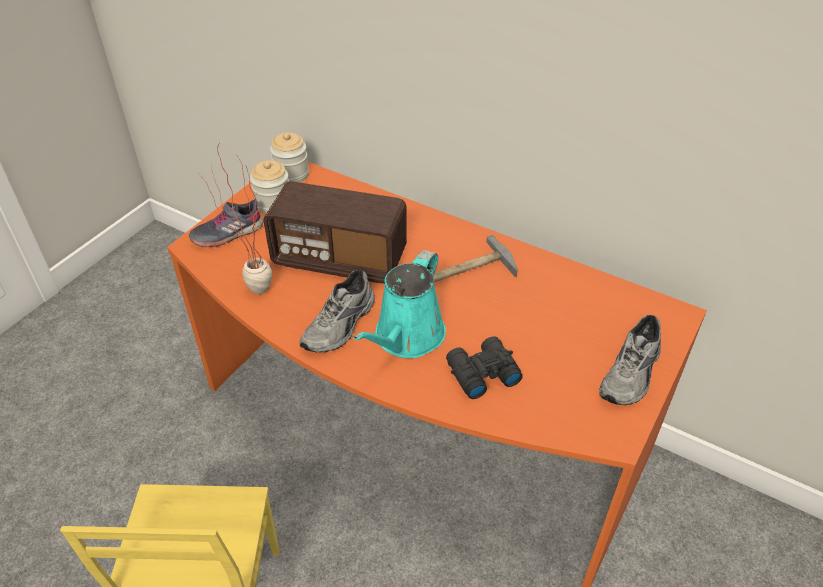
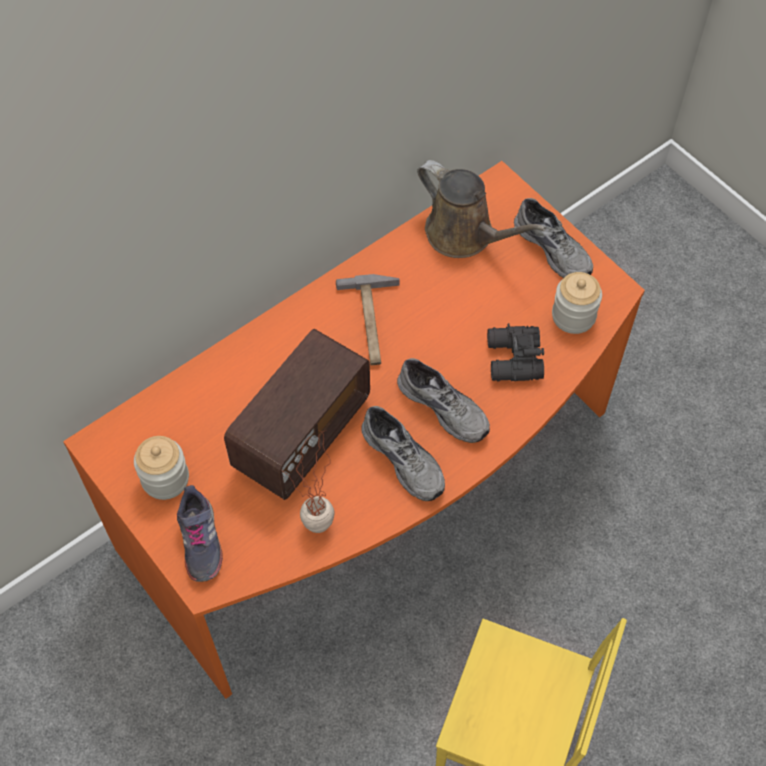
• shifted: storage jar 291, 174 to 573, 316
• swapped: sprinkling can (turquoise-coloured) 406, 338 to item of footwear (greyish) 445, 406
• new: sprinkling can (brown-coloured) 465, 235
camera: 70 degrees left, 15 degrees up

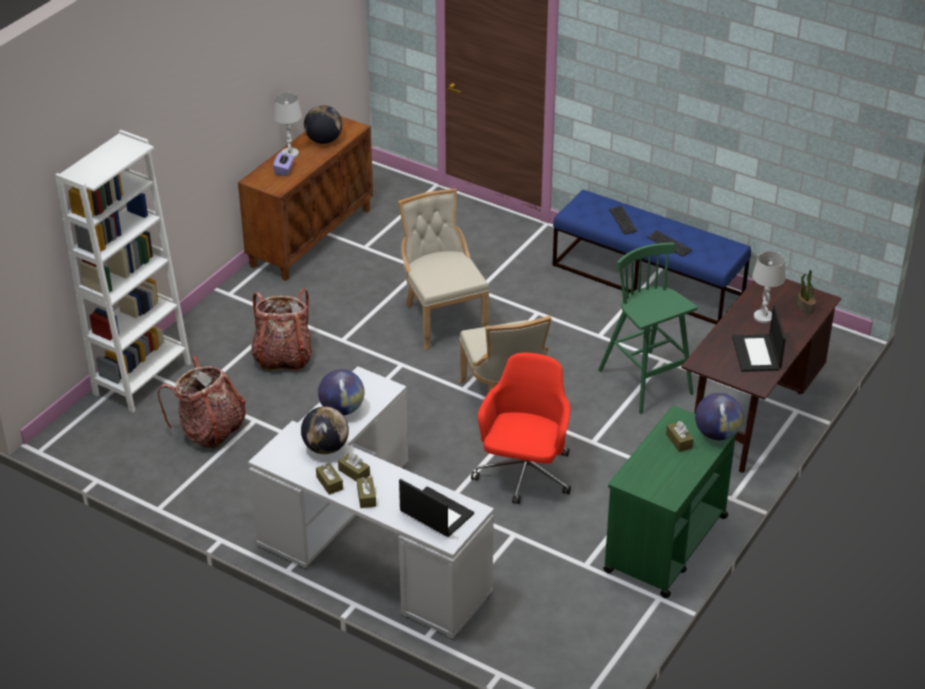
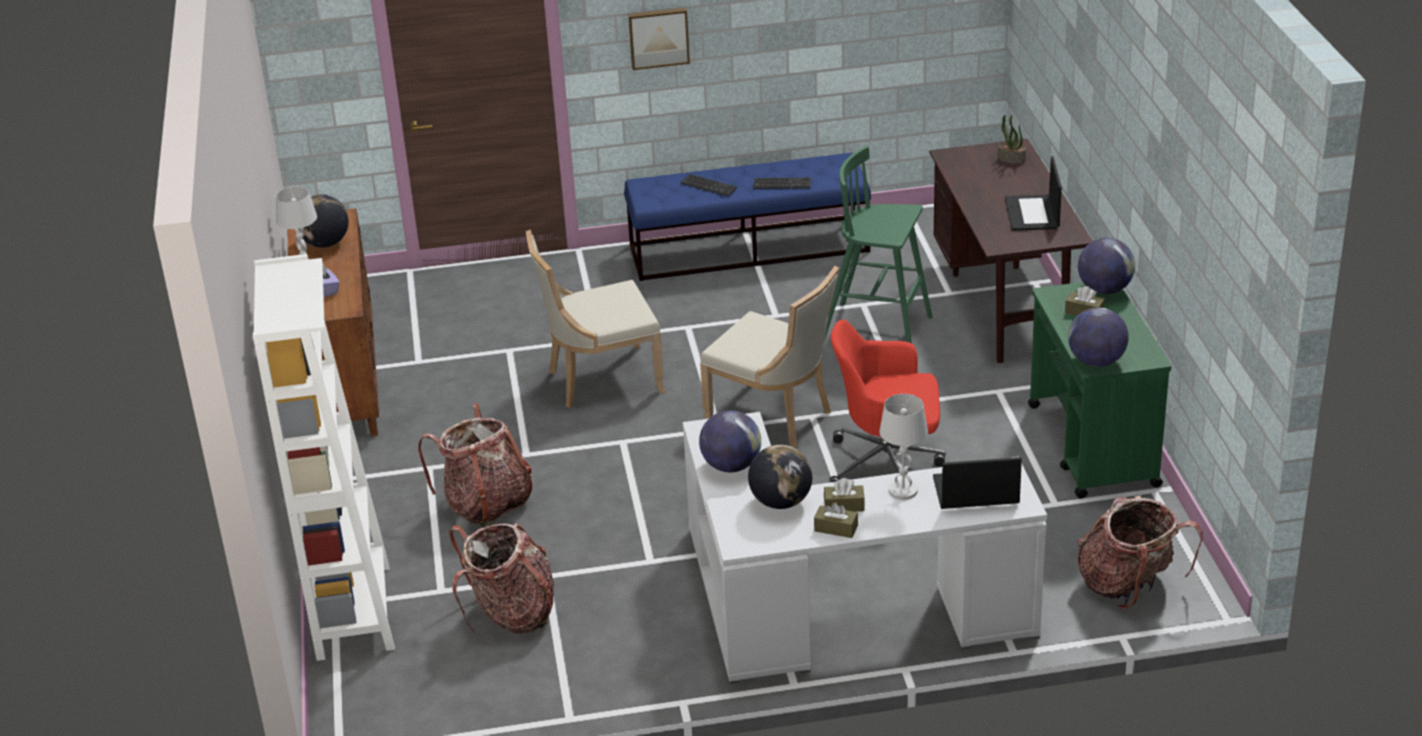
• gone: tissue box (brown-coloured) 366, 497
• rotated: upright chair (sand-coloured) 442, 318 = 600, 380 45 degrees counterclockwise
• rotated: computer chair (red) 524, 475 = 888, 465 60 degrees counterclockwise
• rotated: notebook computer 757, 354 = 1032, 214 45 degrees clockwise
• shifted: table lamp (white) 763, 317 to 903, 491
• new: picture 658, 37
• new: desk globe 1096, 361
• new: knapsack 1129, 586
camera: 40 degrees left, 5 degrees down

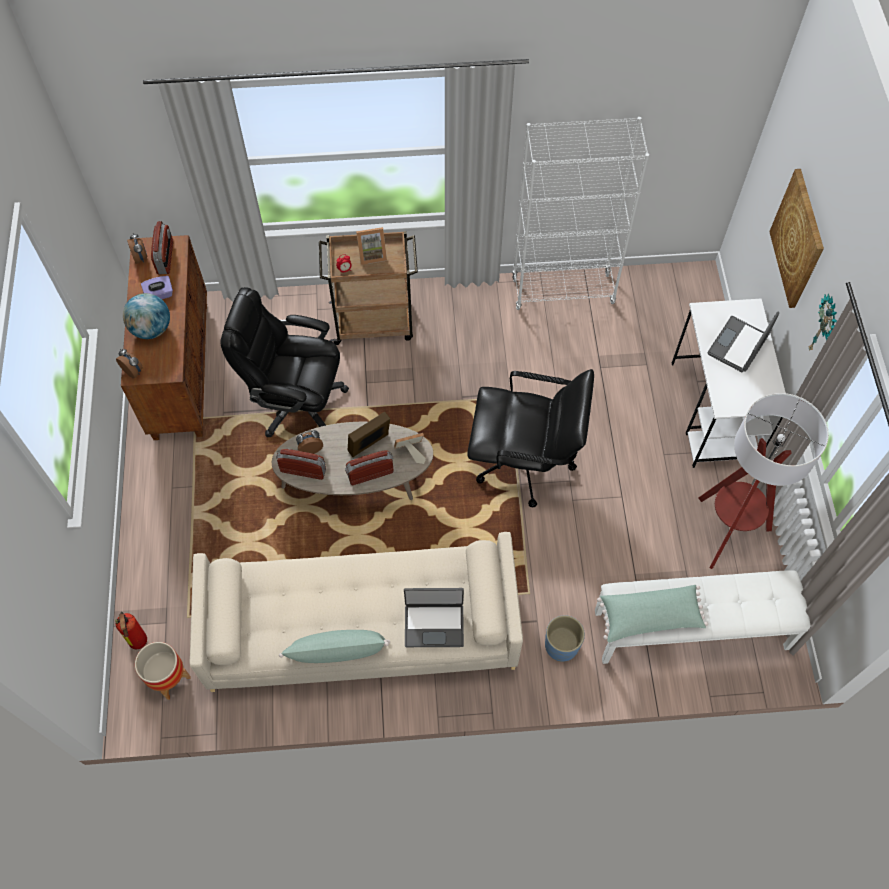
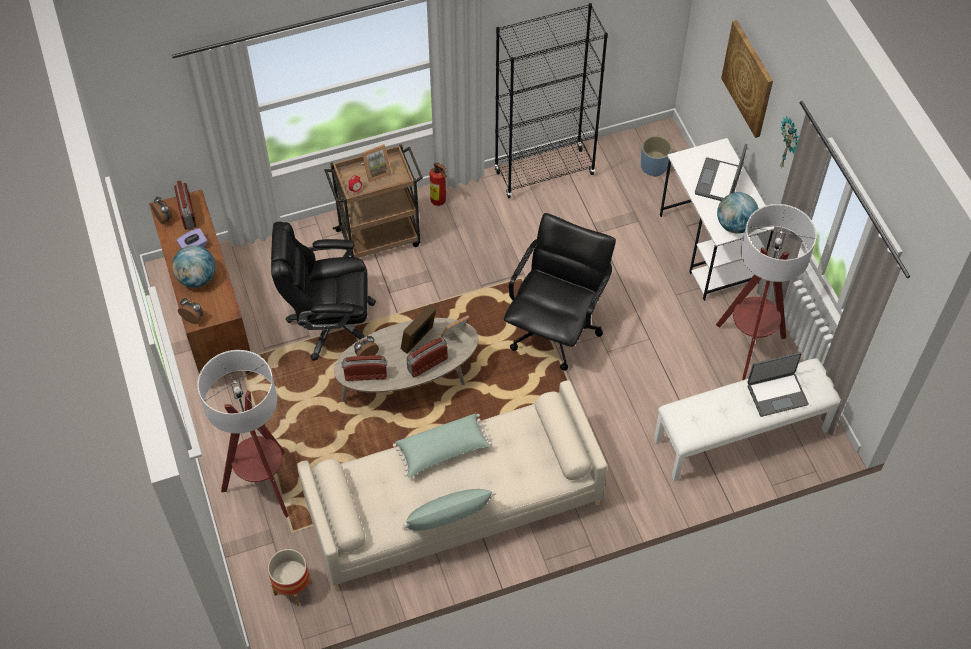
• shifted: fire extinguisher 138, 643 to 439, 202
• shifted: notebook computer 434, 624 to 776, 394
• rotated: computer chair (black-coloured) 524, 462 = 555, 329 60 degrees counterclockwise
• repainted: bookshelf (white) 563, 291 to bookshelf (black-coloured) 544, 173
• shifted: flower pot (blue) 562, 645 to 654, 166
• shifted: cushion (green-coloured) 650, 617 to 443, 451
• new: standing lamp 264, 486
• new: desk globe 734, 225
camera: 15 degrees left, 5 degrees down

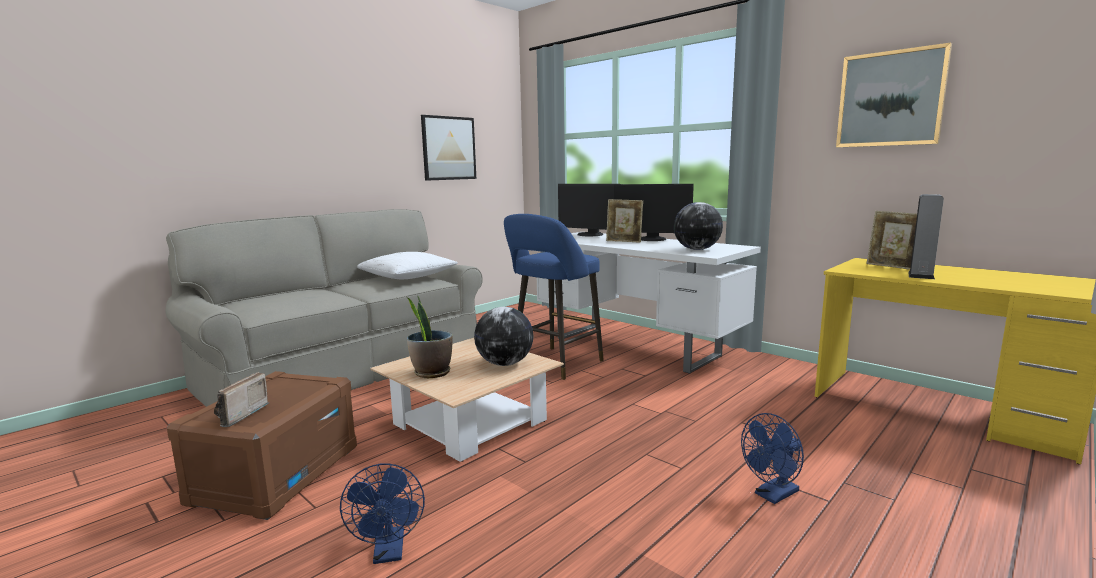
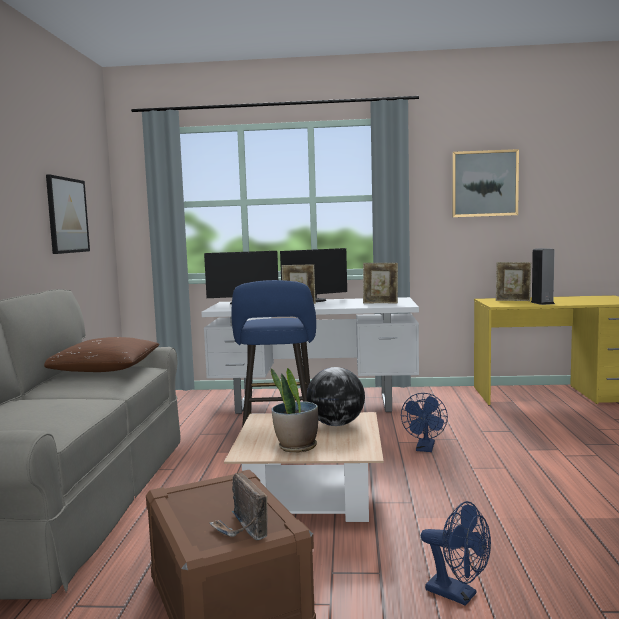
• repainted: cushion (white) 407, 277 to cushion (brown-coloured) 104, 369
• swapped: desk globe 697, 249 to standing frame 380, 303
• shifted: cooling fan (blue) 772, 495 to 425, 449
camera: 40 degrees left, 5 degrees down

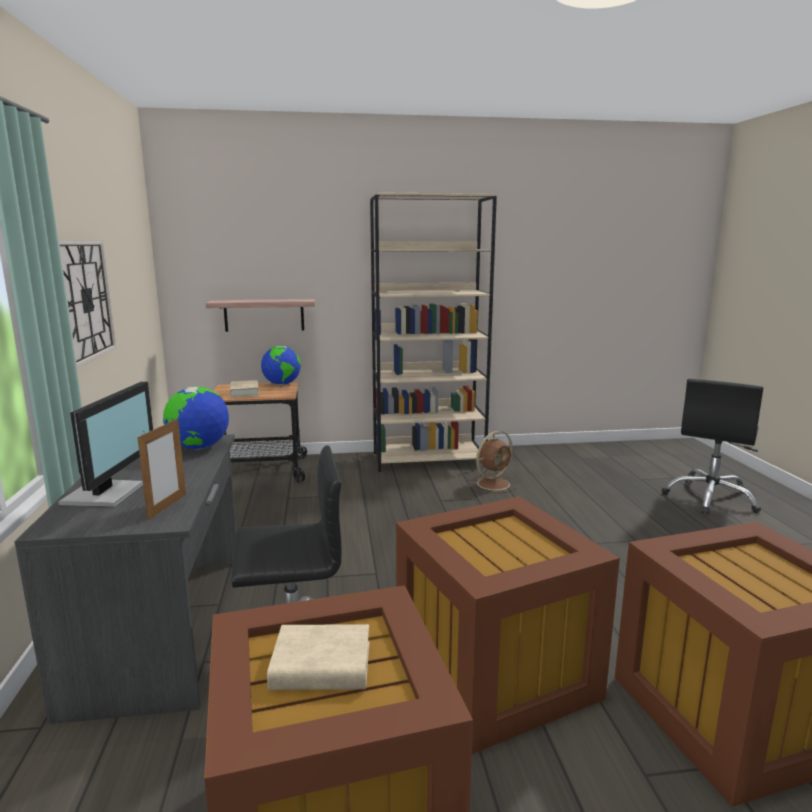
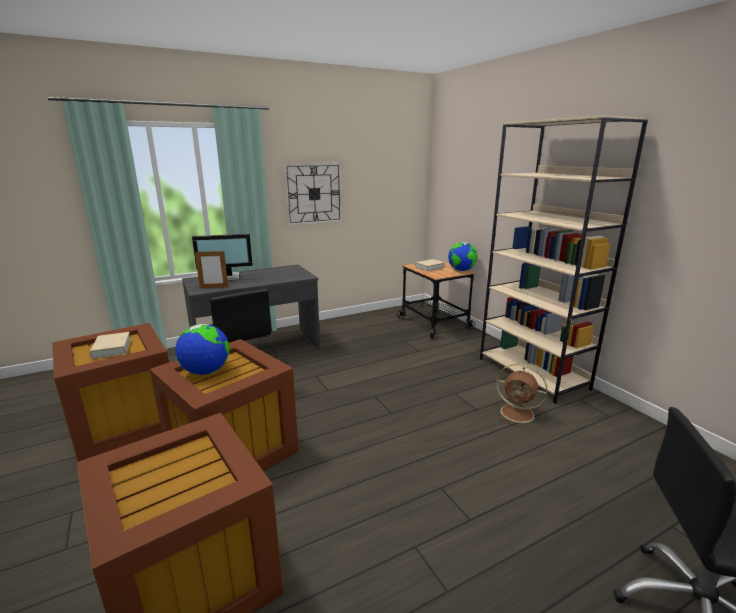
• shifted: desk globe 199, 447 to 206, 371
• gone: bracket shelf 264, 315
camera: 70 degrees right, 5 degrees up

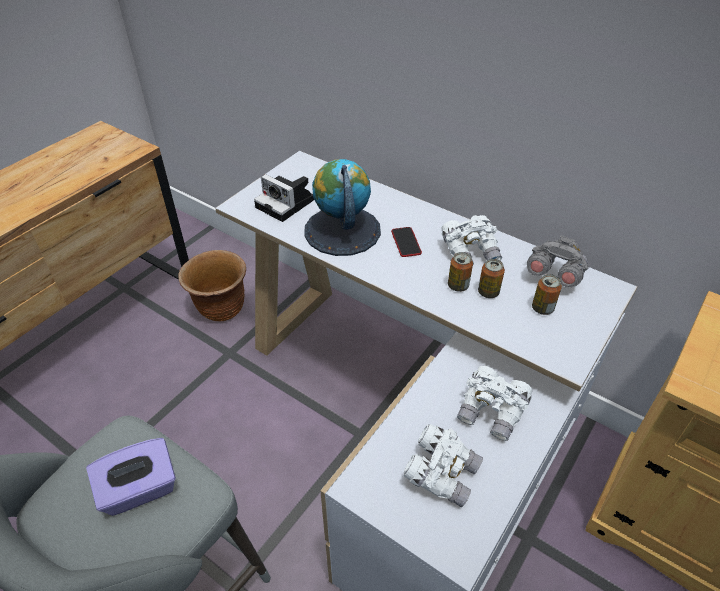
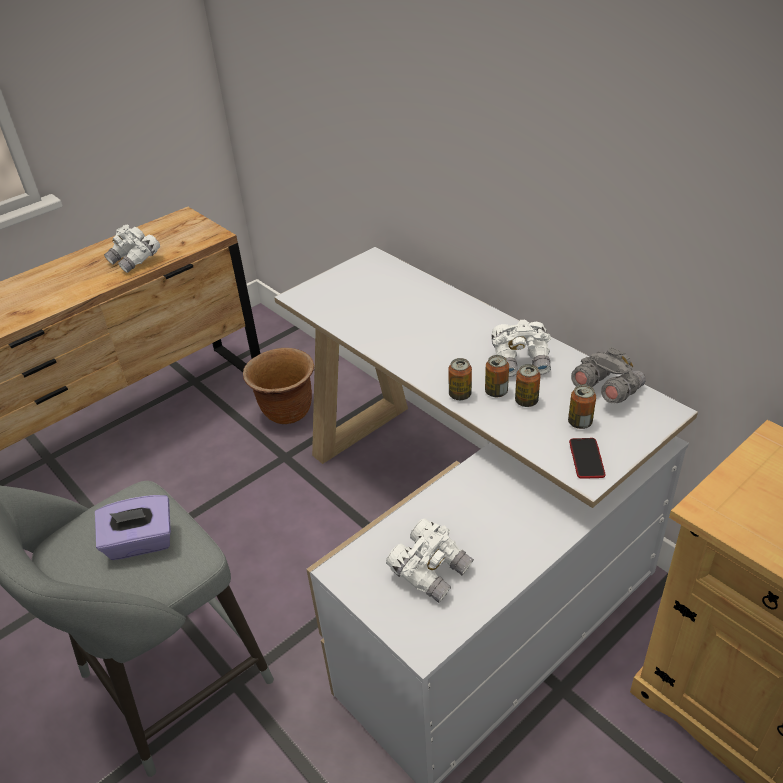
• gone: photo camera 287, 204
• gone: desk globe 342, 230
• shifted: phone 406, 242 to 586, 459
• shifted: binoculars (white) 492, 412 to 136, 260
• new: metal can 460, 395
camera: 15 degrees right, 5 degrees down

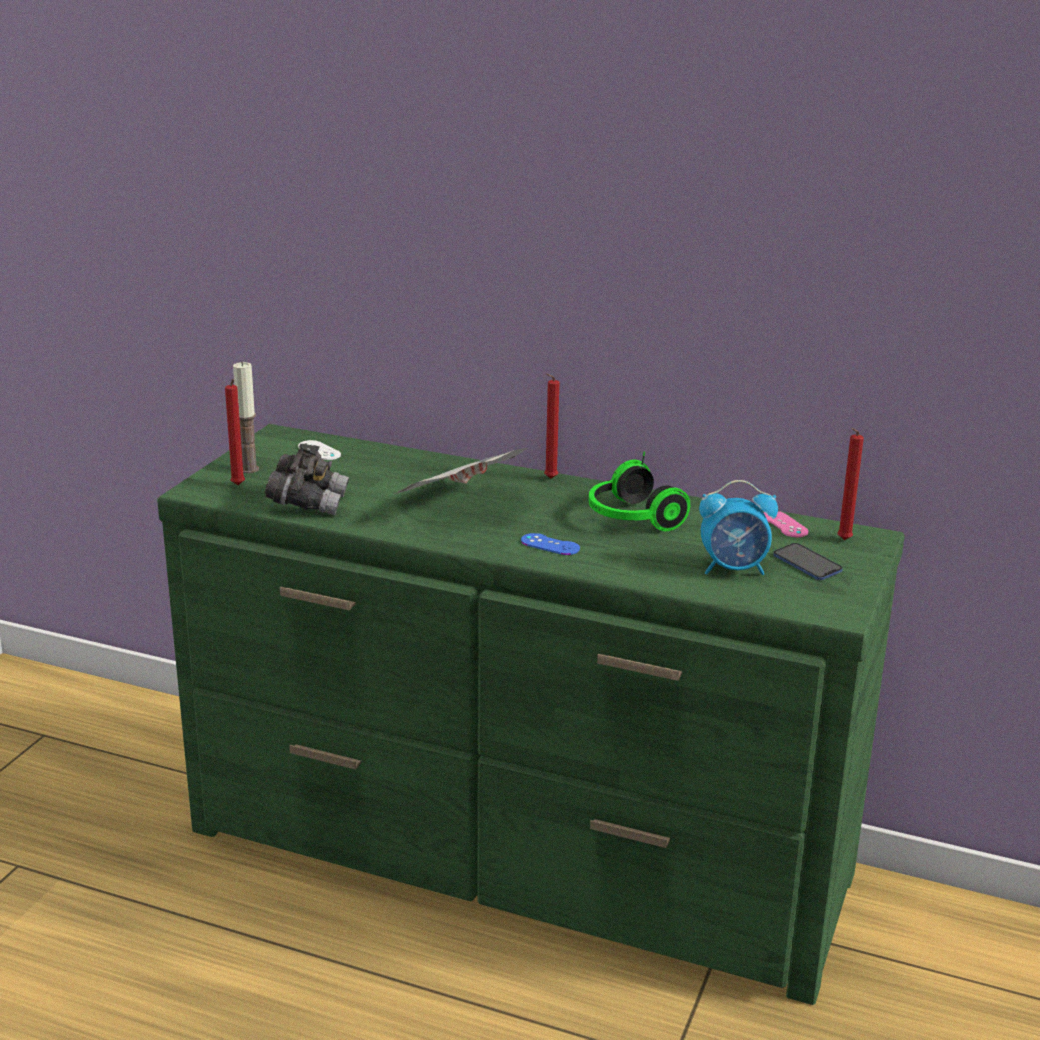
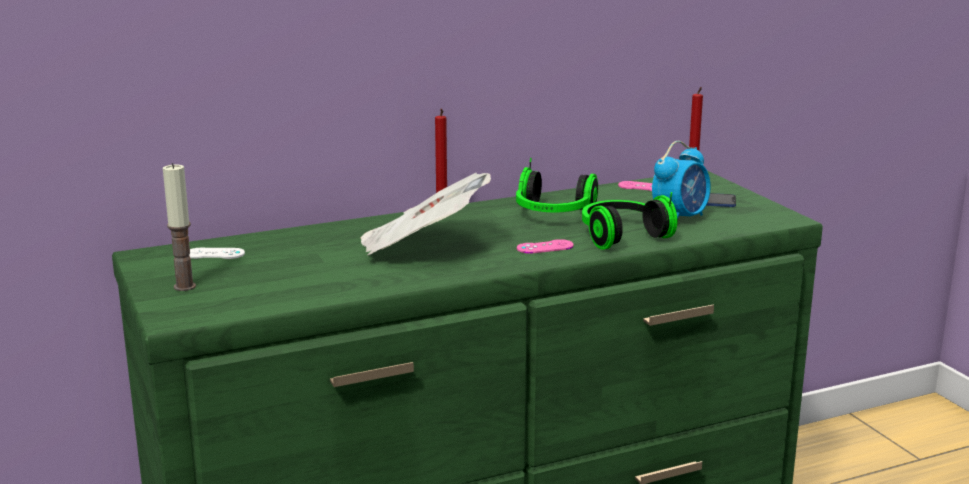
• gone: wax light (red) 238, 486
• gone: binoculars (greyish) 308, 503
• repainted: gamepad (blue) 550, 545 to gamepad (pink) 545, 247
• new: headphones 621, 236
camera: 45 degrees left, 5 degrees down

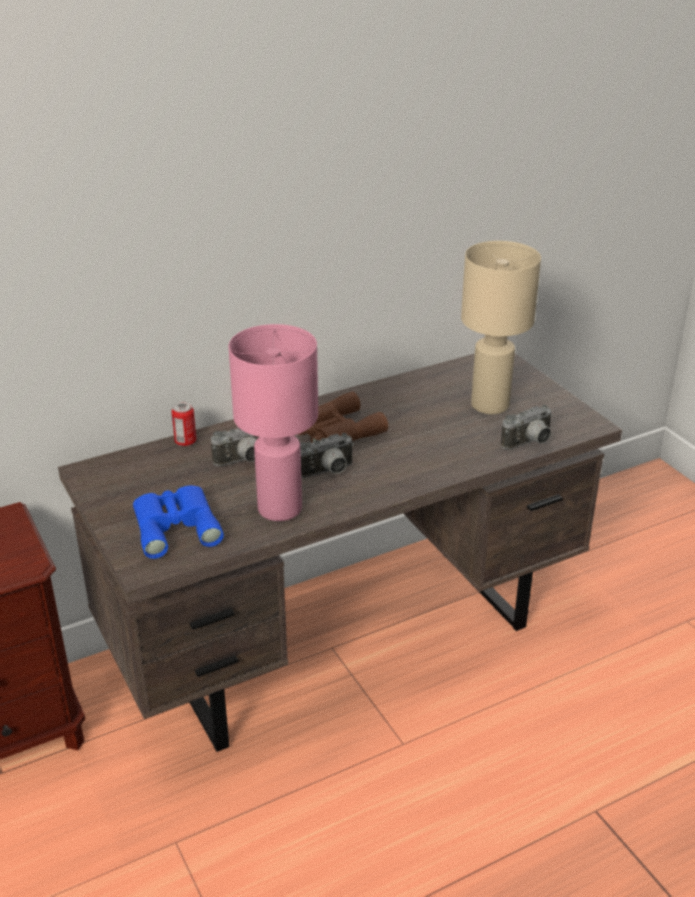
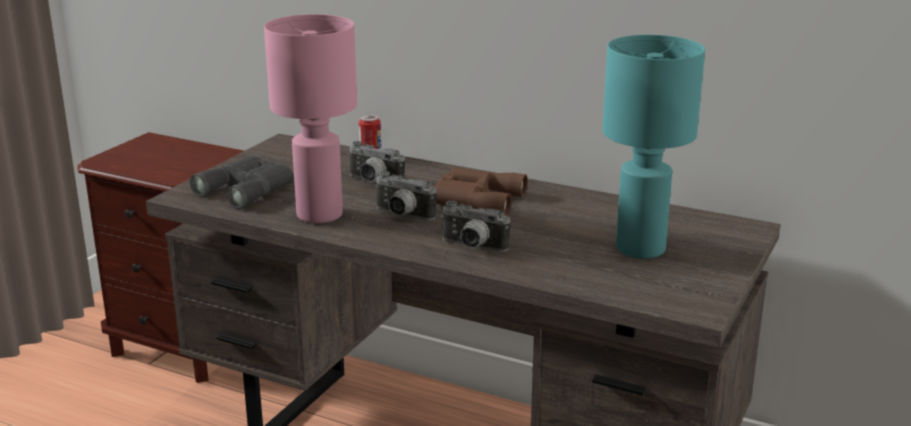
• repainted: binoculars (blue) 176, 525 to binoculars (greyish) 249, 189
• repainted: table lamp (sand-coloured) 491, 405 to table lamp (turquoise-coloured) 641, 249
• shifted: photo camera 529, 443 to 472, 247
camera: 55 degrees right, 10 degrees down

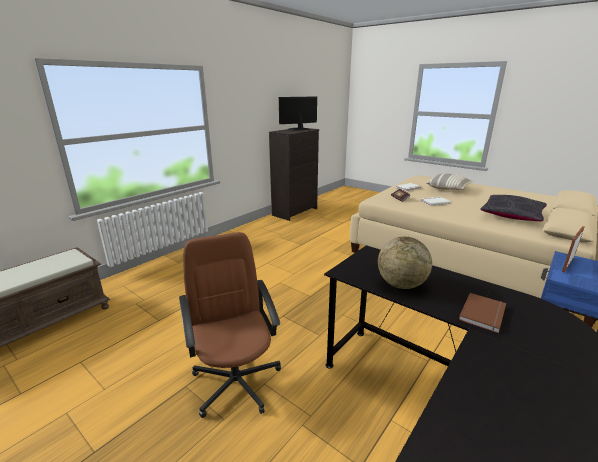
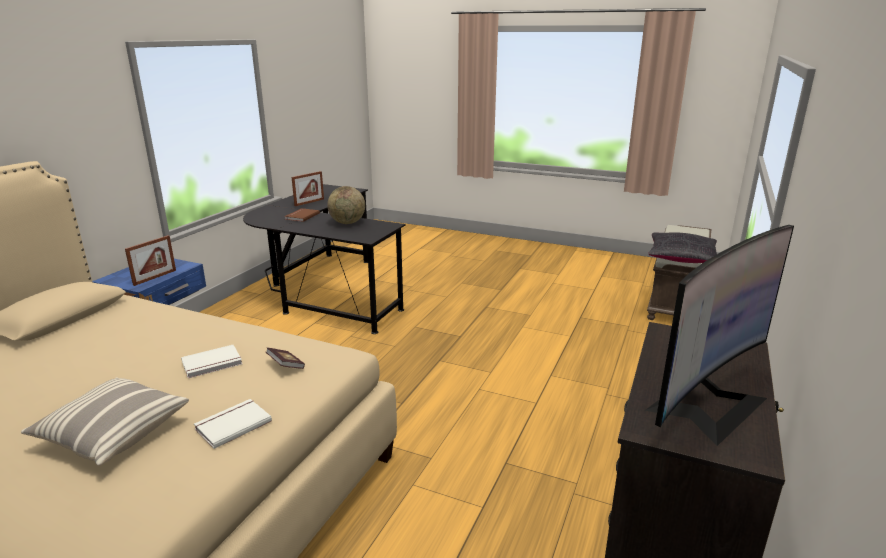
• gone: computer chair (brown-coloured) 236, 381
• shifted: cushion (black-coloured) 511, 216 to 681, 258
• new: standing frame 309, 202
camera: 165 degrees right, 0 degrees up

